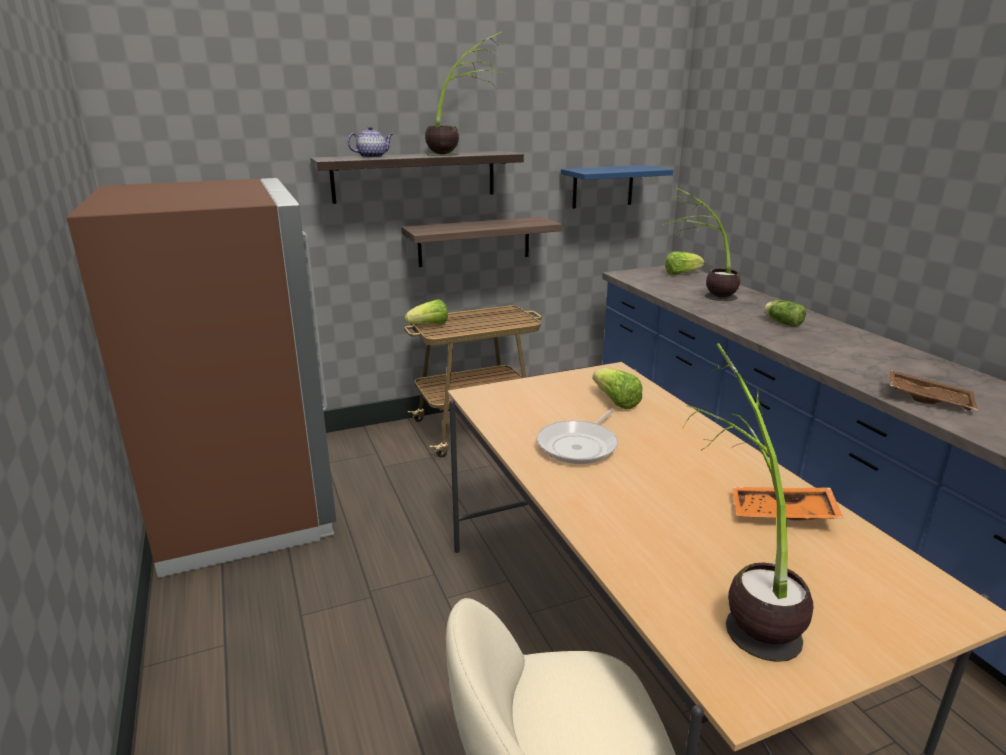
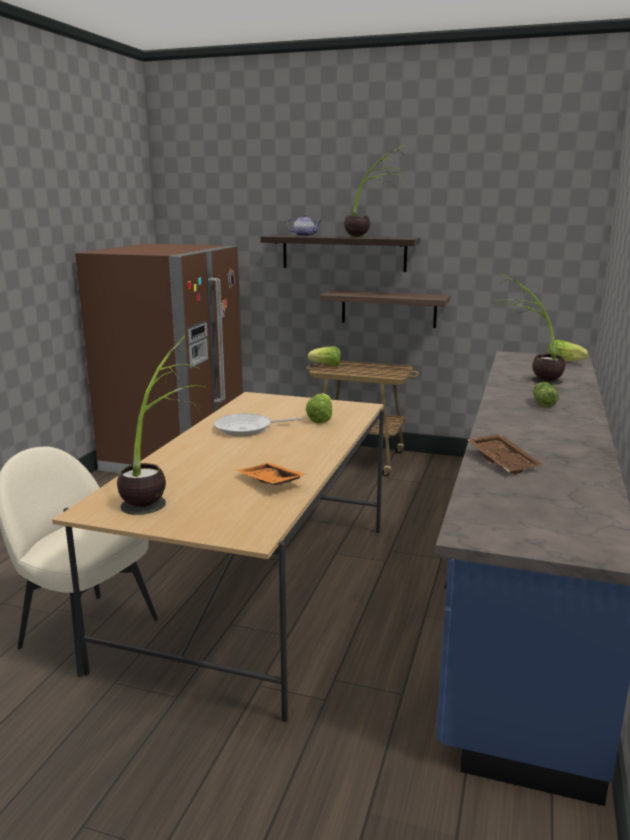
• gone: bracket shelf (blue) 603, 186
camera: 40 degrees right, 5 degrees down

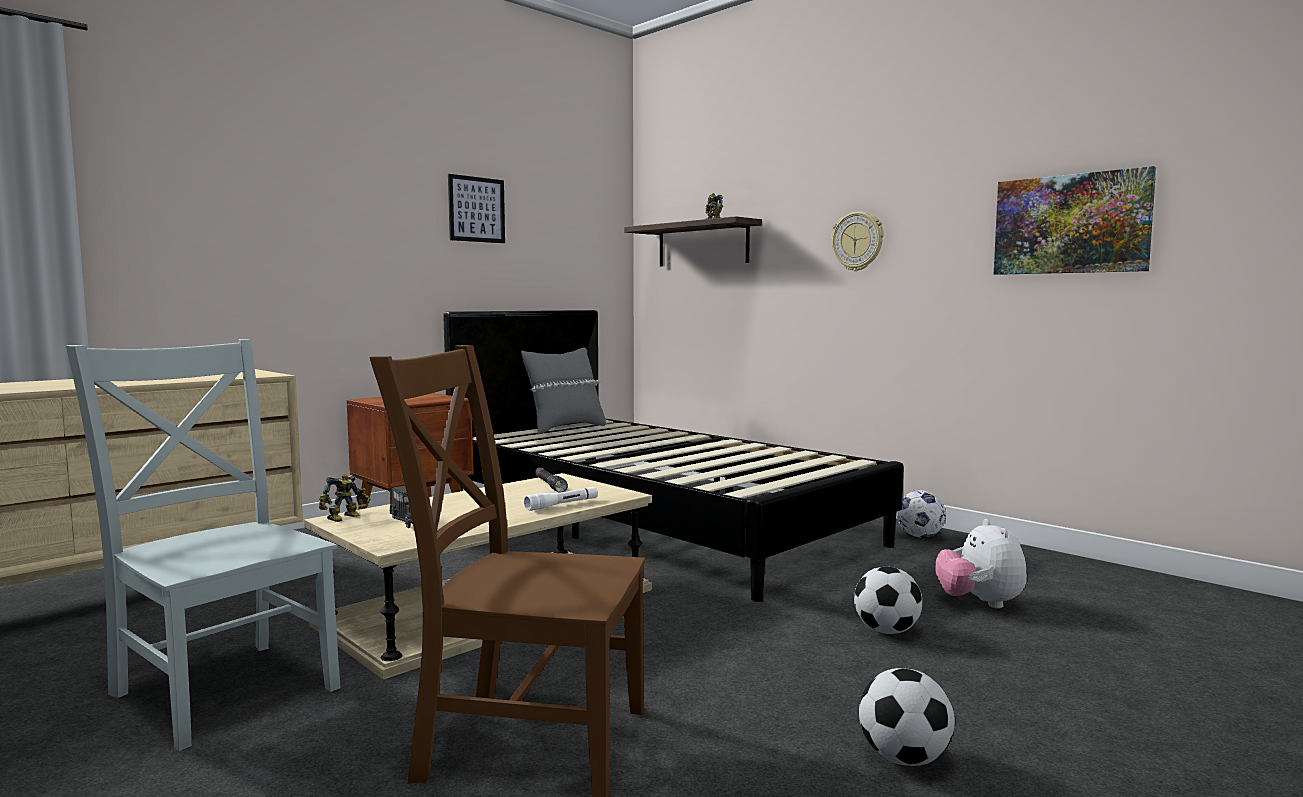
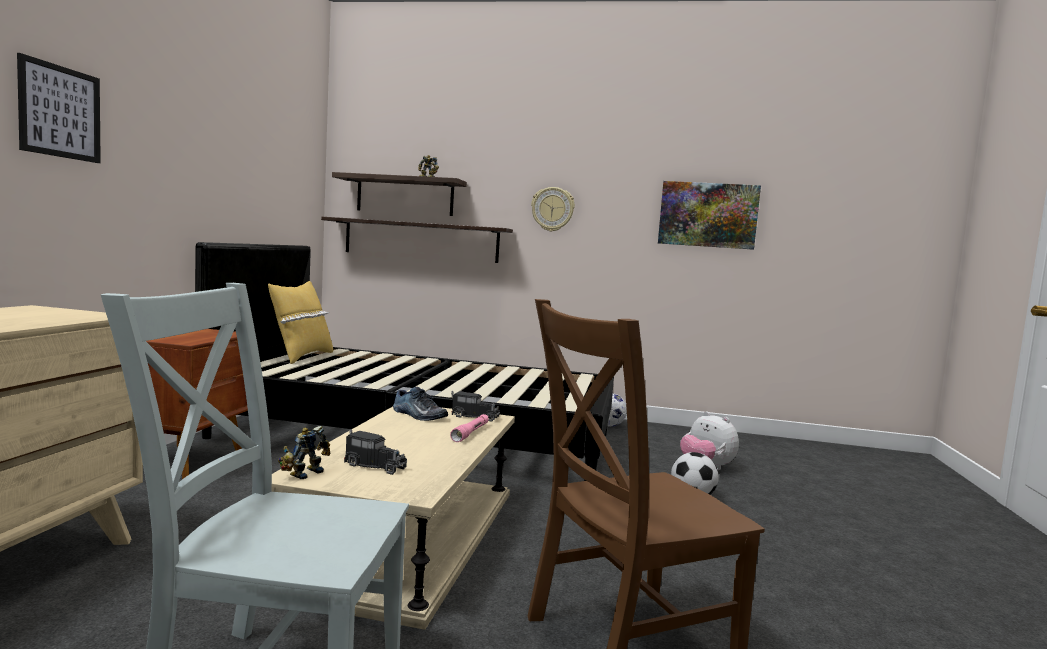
• rotated: model robot 346, 518 = 304, 473 150 degrees counterclockwise
• shifted: picture 476, 209 to 60, 112
• repainted: cushion (greyish) 564, 428 to cushion (yellowish) 301, 357
• repainted: hand torch (white) 562, 505 to hand torch (pink) 470, 433
• swapped: hand torch (black-coloured) 550, 485 to item of footwear 418, 415
• gone: football 904, 759
• new: bracket shelf 421, 240
• new: model truck 473, 416
camera: 35 degrees left, 0 degrees up

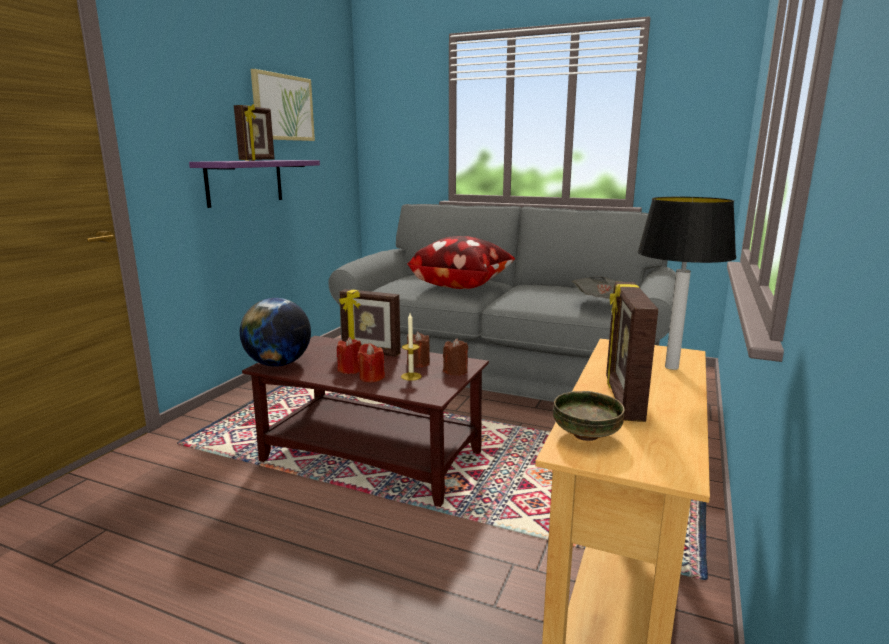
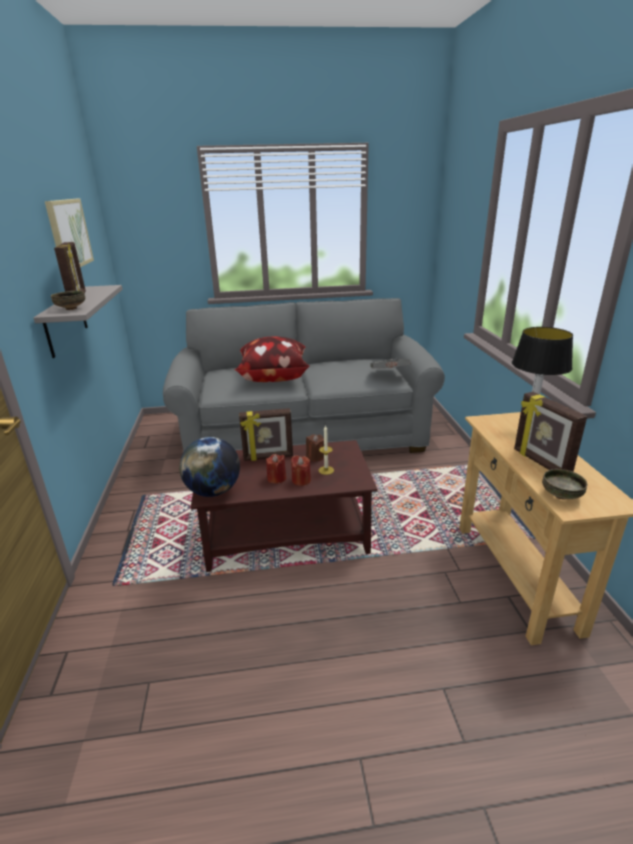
• repainted: bracket shelf (purple) 245, 182 to bracket shelf (greyish) 65, 321
• gone: wax light (brown-coloured) 455, 371
• new: deep dish 71, 309
camera: 30 degrees left, 10 degrees up

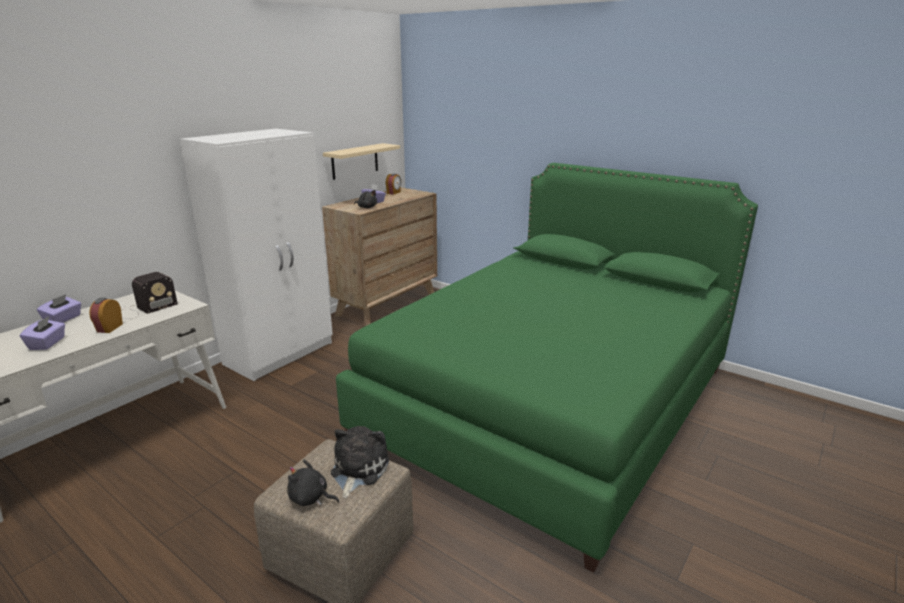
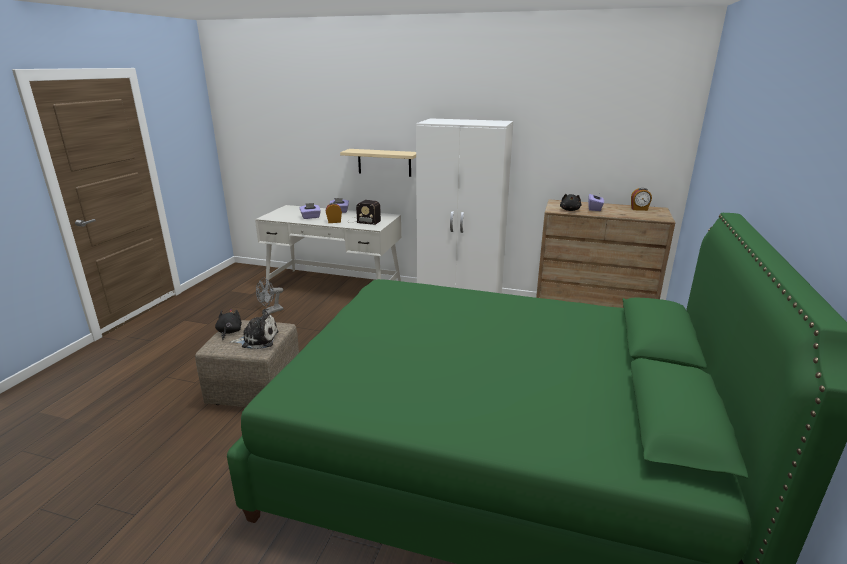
• shifted: bracket shelf (sand-coloured) 355, 161 to 384, 162
• new: cooling fan (greyish) 271, 311
camera: 70 degrees right, 0 degrees up

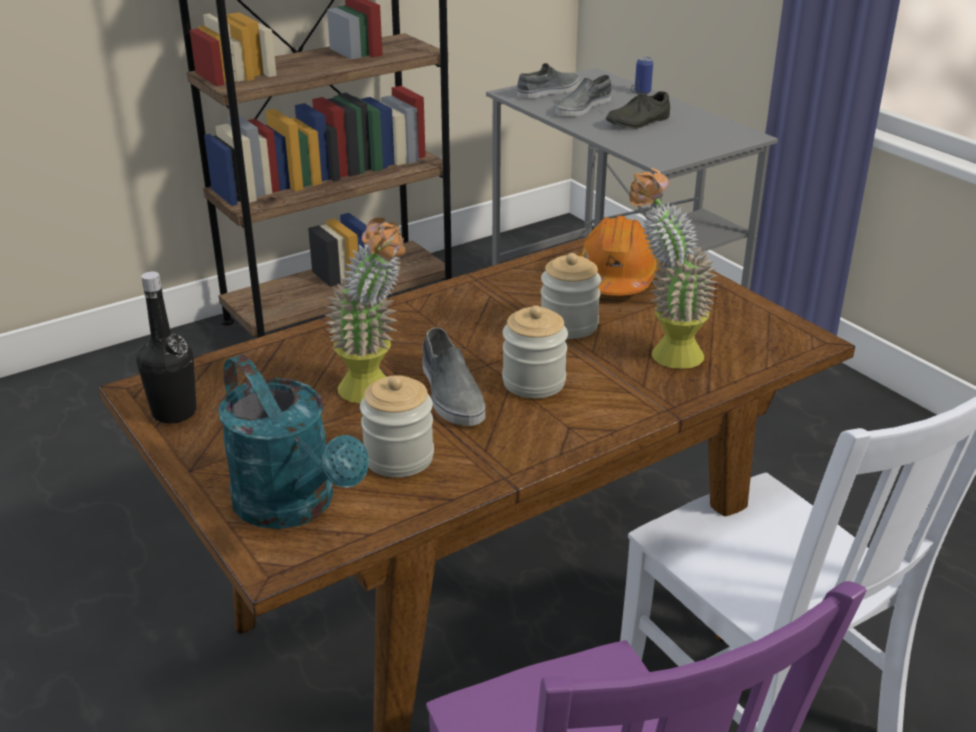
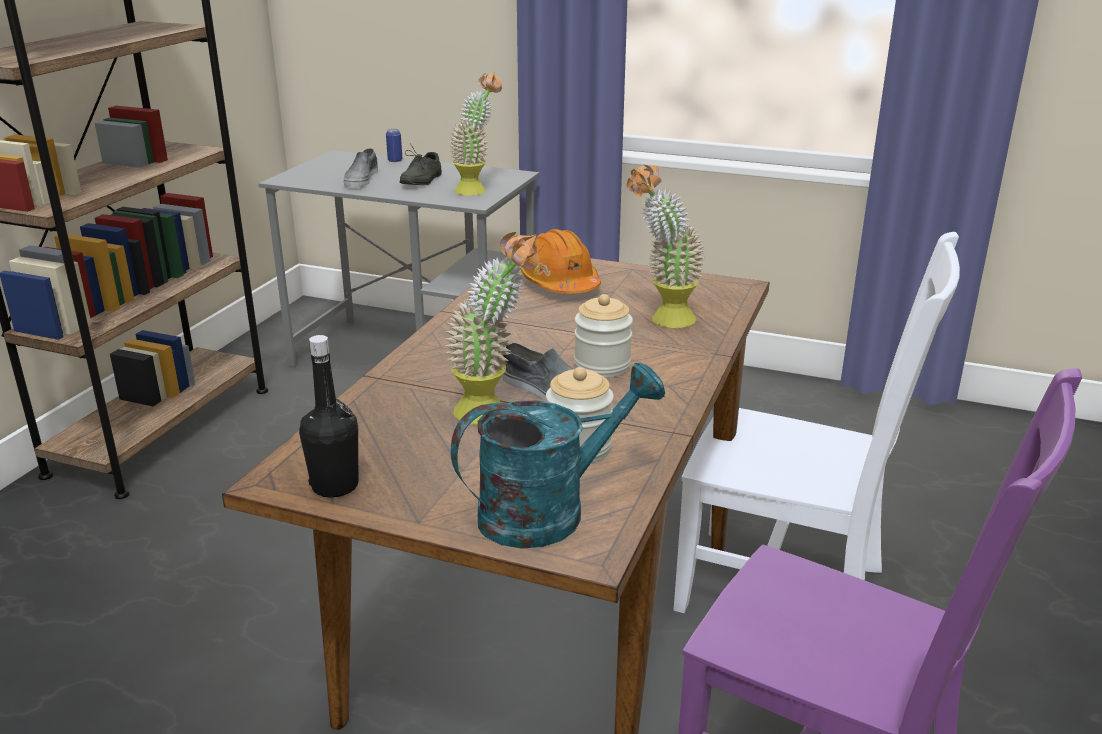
• rotated: sprinkling can (turquoise-coloured) 294, 506 = 548, 511 45 degrees counterclockwise
• gone: item of footwear (greyish) 549, 91
• gone: storage jar 569, 325
• new: potted plant 477, 189
camera: 35 degrees left, 5 degrees down

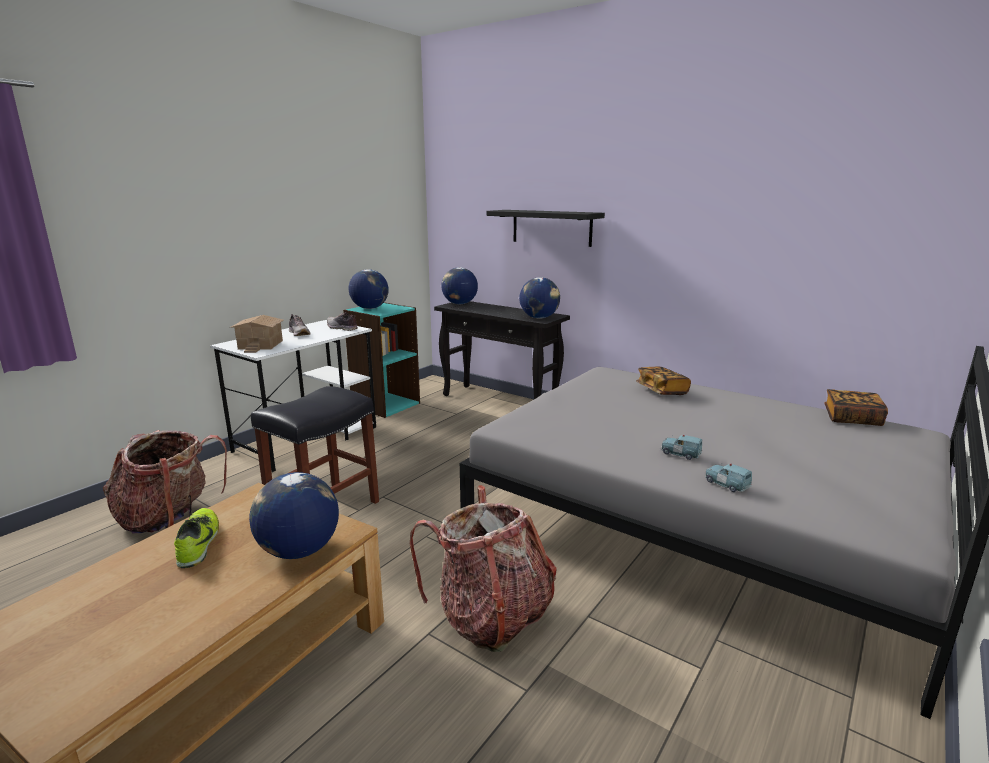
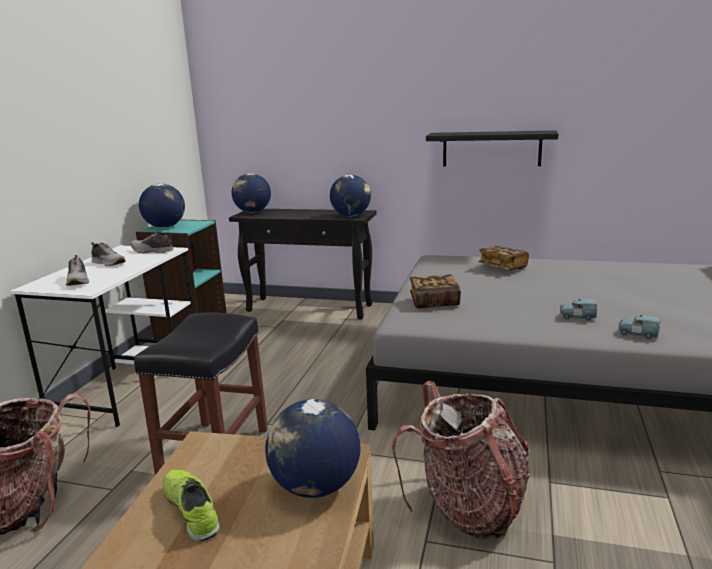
• swapped: miniature house 261, 345 to item of footwear 79, 281
• shifted: bracket shelf (black-coloured) 551, 227 to 491, 149
• shifted: bound book 852, 418 to 434, 302
camera: 20 degrees left, 0 degrees up

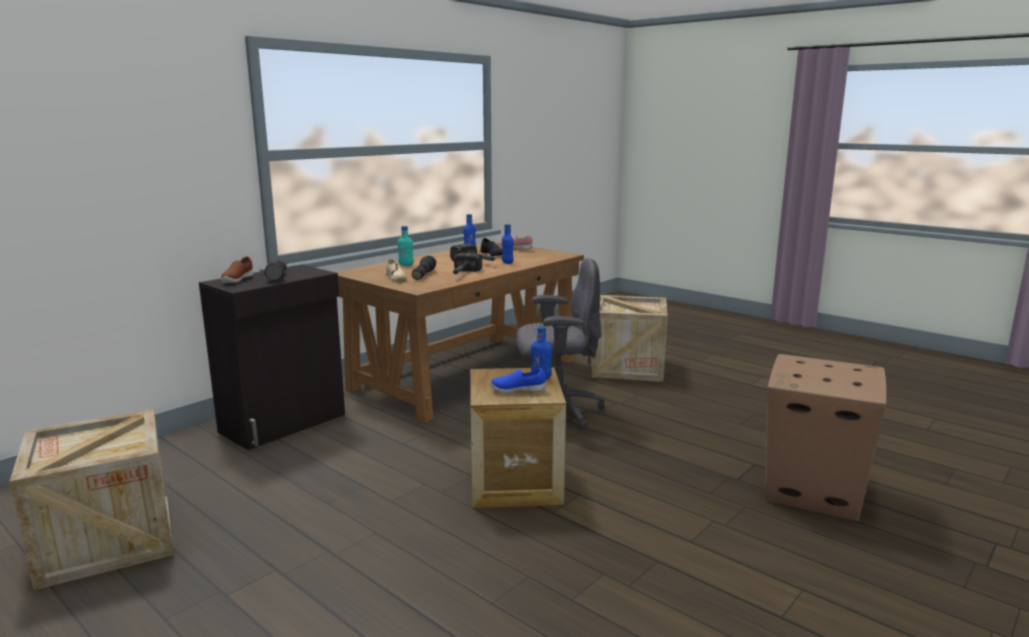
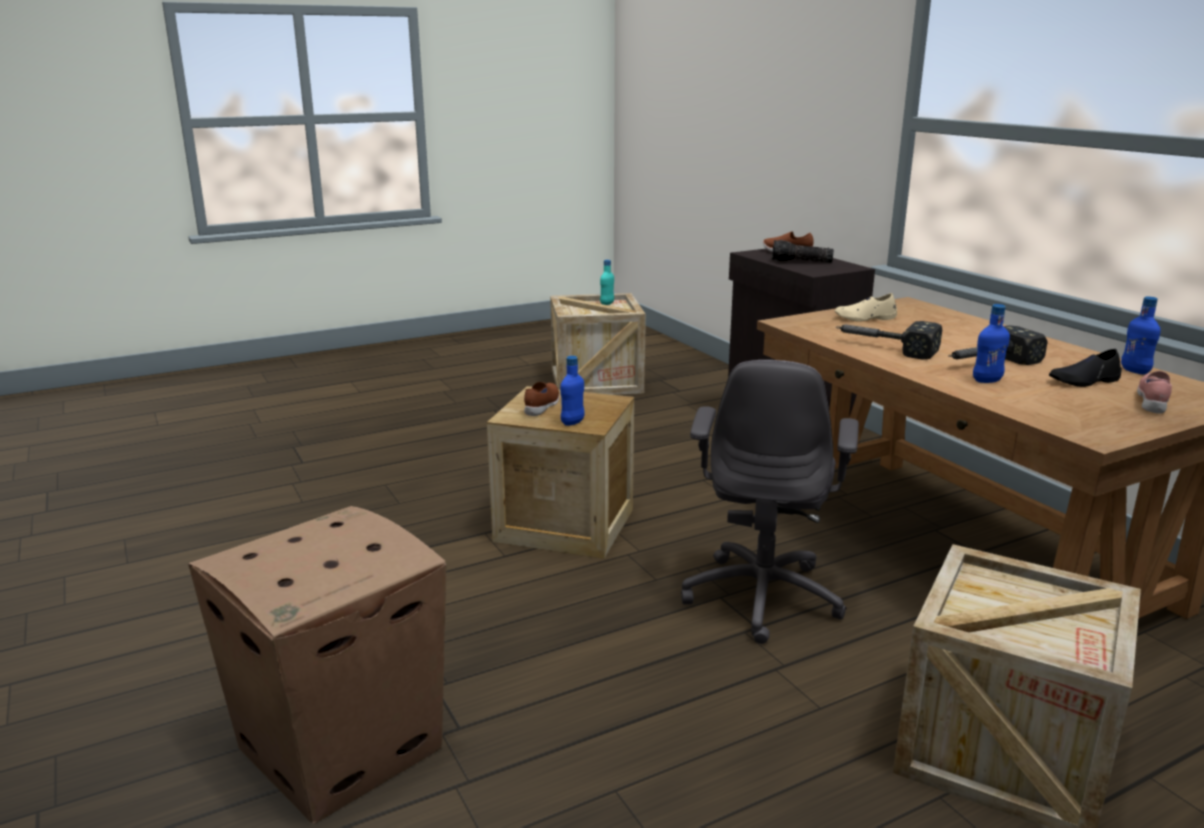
• shifted: drink bottle (turquoise-coloured) 406, 265 to 607, 304
• gone: hand torch 422, 275
• repainted: item of footwear (blue) 517, 391 to item of footwear (brown-coloured) 542, 407
camera: 110 degrees right, 5 degrees up

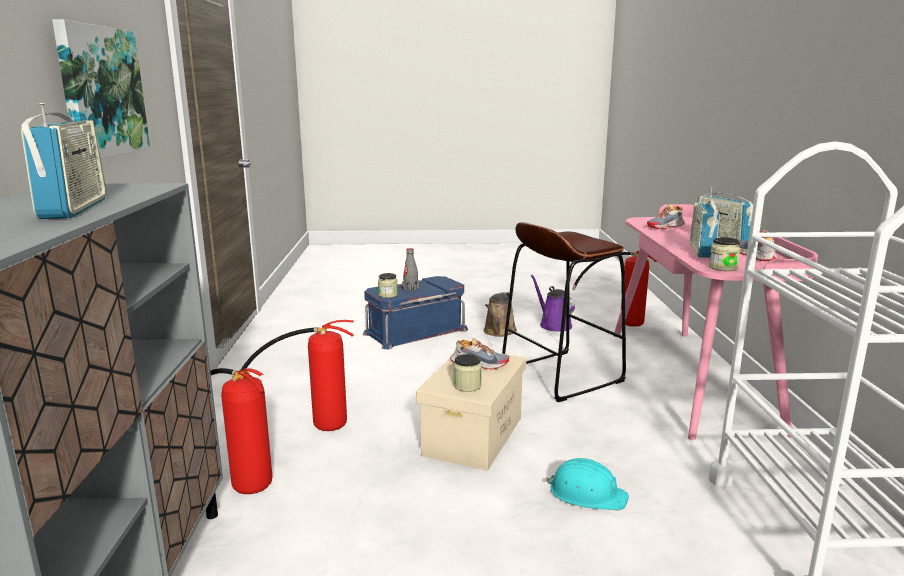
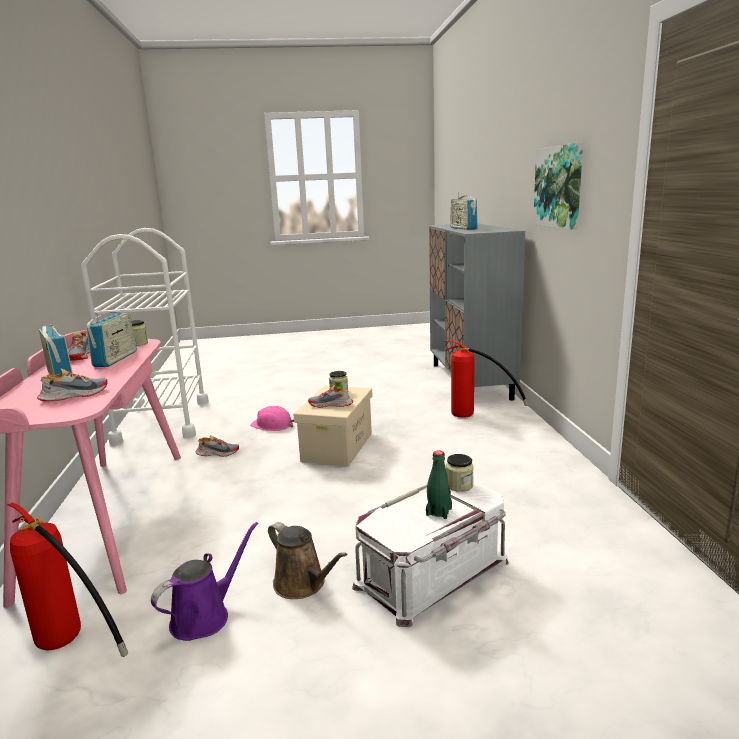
• gone: fire extinguisher 310, 423
• repainted: storage box (blue) 415, 331 to storage box (white) 433, 573
• repainted: drink bottle (greyish) 410, 288 to drink bottle (green-coloured) 439, 512
• rotated: sprinkling can (brown-coloured) 498, 332 = 303, 584 120 degrees clockwise
• gone: stool seat (brown-coloured) 561, 375
• rotated: sprinkling can (purple) 553, 324 = 205, 616 105 degrees counterclockwise
• repainted: hard hat (turquoise-coloured) 587, 494 to hard hat (pink) 272, 425
• new: item of footwear 217, 453
camera: 175 degrees right, 0 degrees up

